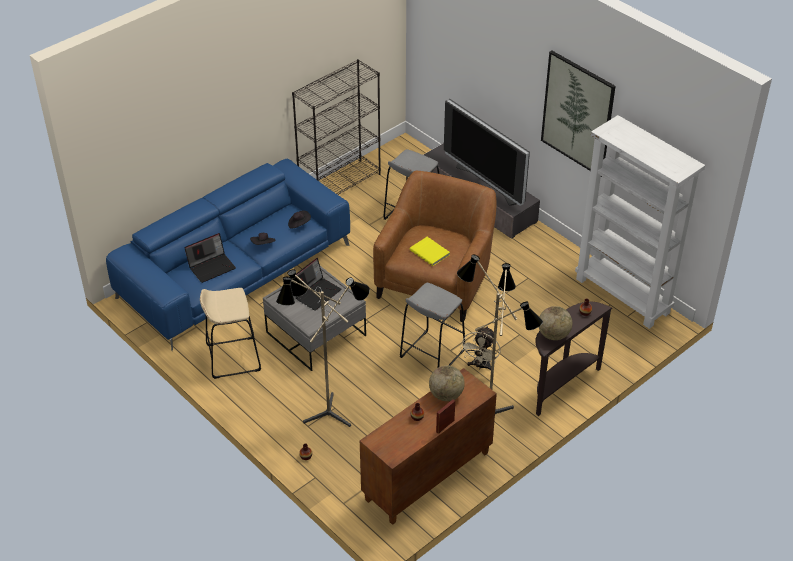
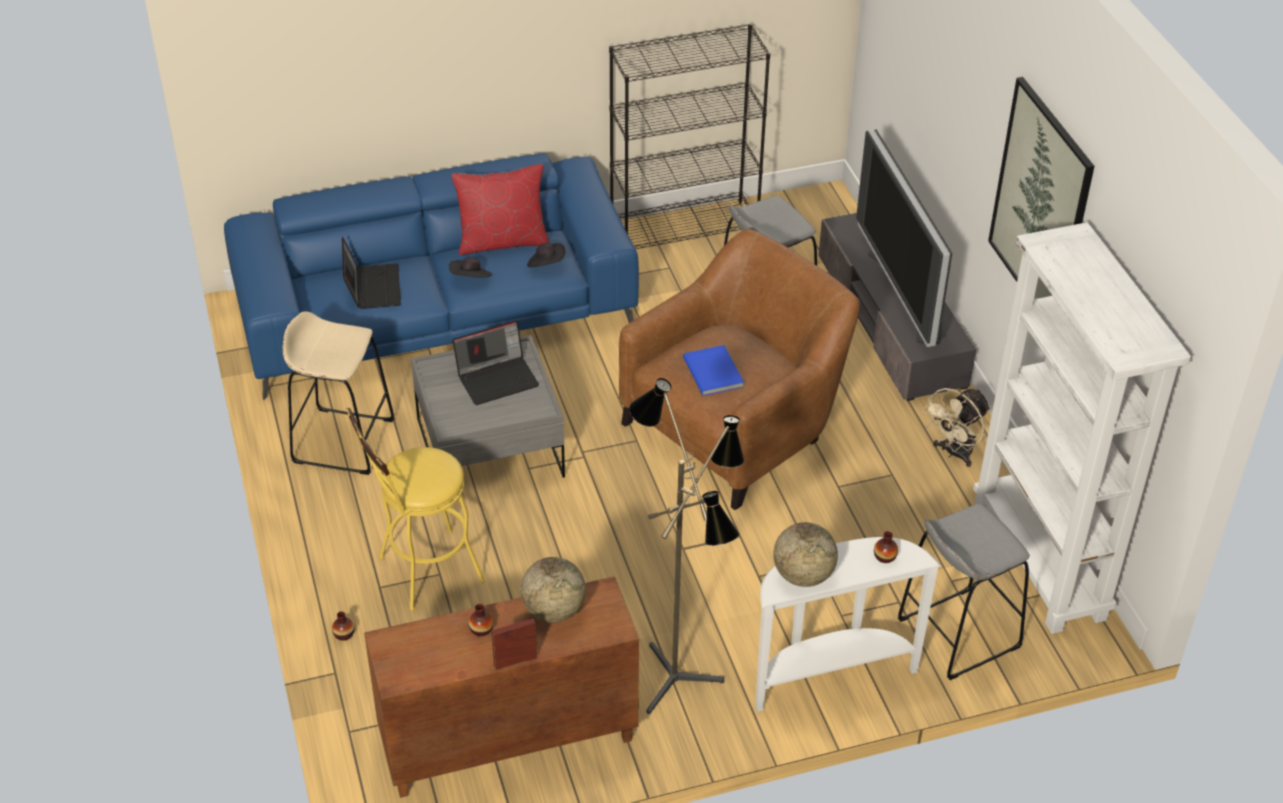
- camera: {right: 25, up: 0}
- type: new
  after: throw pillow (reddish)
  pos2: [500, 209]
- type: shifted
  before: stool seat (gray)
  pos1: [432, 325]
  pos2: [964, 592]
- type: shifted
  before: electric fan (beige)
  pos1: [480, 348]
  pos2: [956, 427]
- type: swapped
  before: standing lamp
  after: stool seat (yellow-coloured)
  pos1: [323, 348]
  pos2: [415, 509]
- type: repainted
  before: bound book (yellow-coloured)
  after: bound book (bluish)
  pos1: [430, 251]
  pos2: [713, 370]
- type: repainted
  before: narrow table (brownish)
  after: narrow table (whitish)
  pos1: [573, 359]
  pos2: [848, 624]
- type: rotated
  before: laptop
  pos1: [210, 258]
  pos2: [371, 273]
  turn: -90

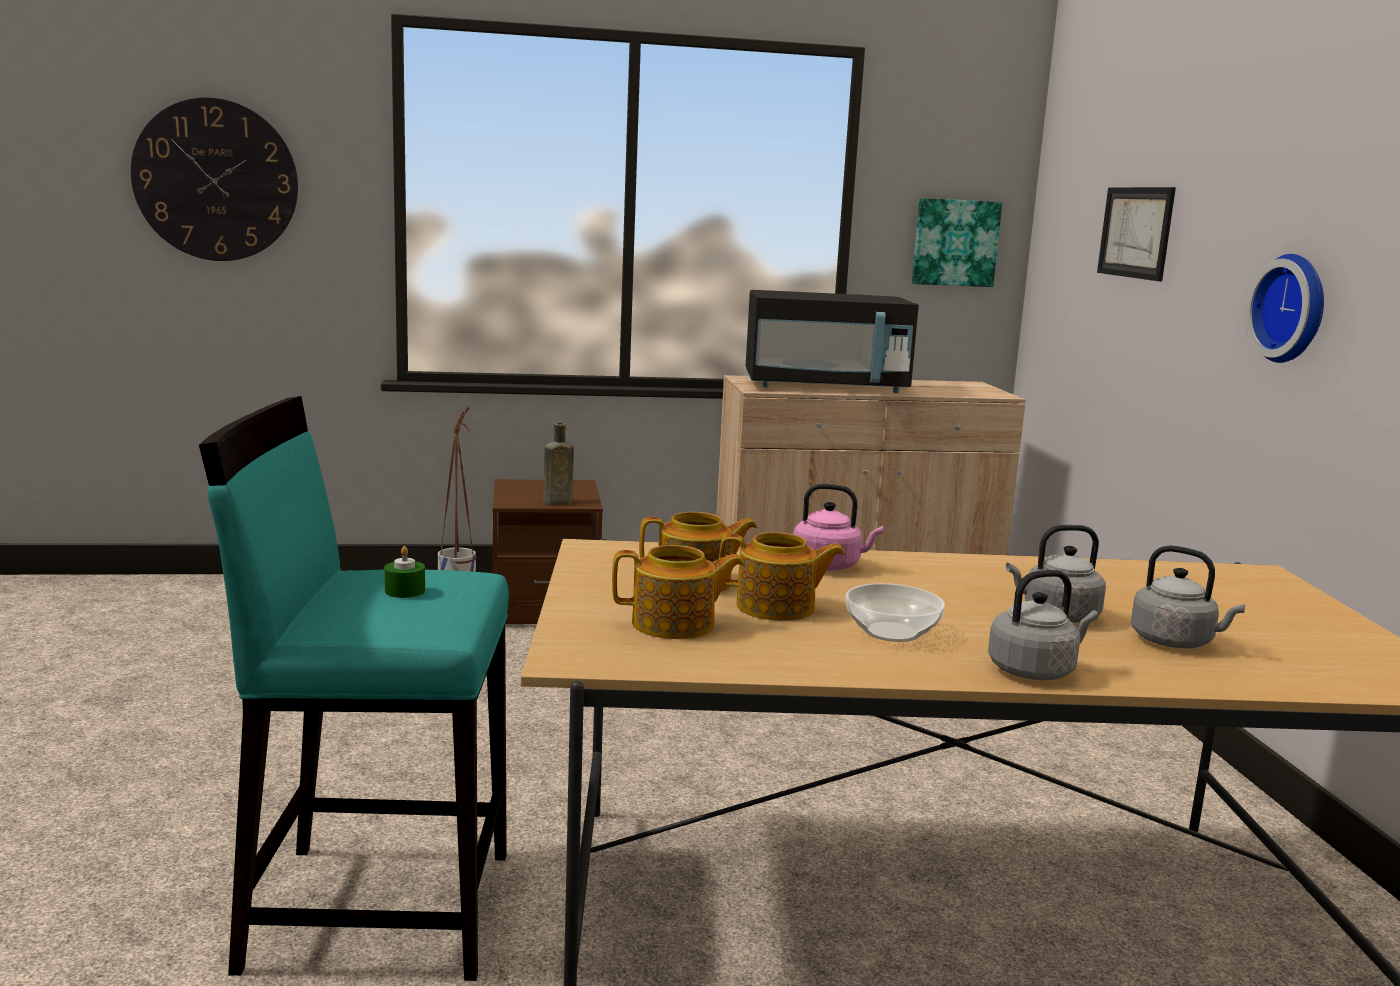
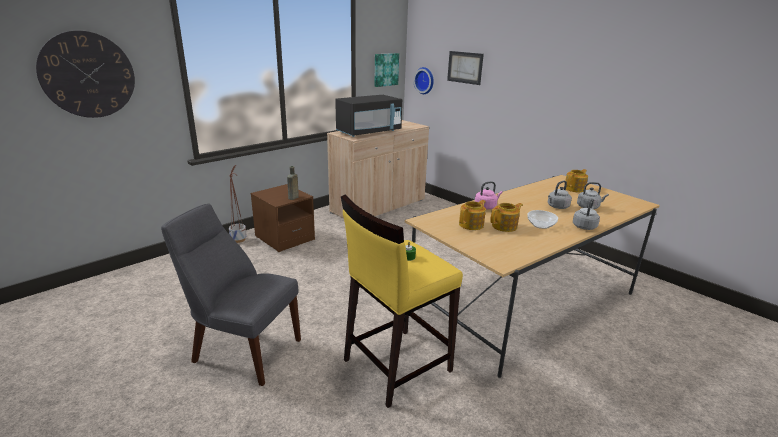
- camera: {right: -35, up: 10}
- type: new
  after: plain chair (gray)
  pos2: [231, 295]
- type: shifted
  before: pot for tea
  pos1: [678, 592]
  pos2: [576, 180]
- type: shifted
  before: hanging clock
  pos1: [1284, 308]
  pos2: [423, 80]
- type: repainted
  before: stool seat (blue-green)
  after: stool seat (yellow-coloured)
  pos1: [354, 688]
  pos2: [402, 301]

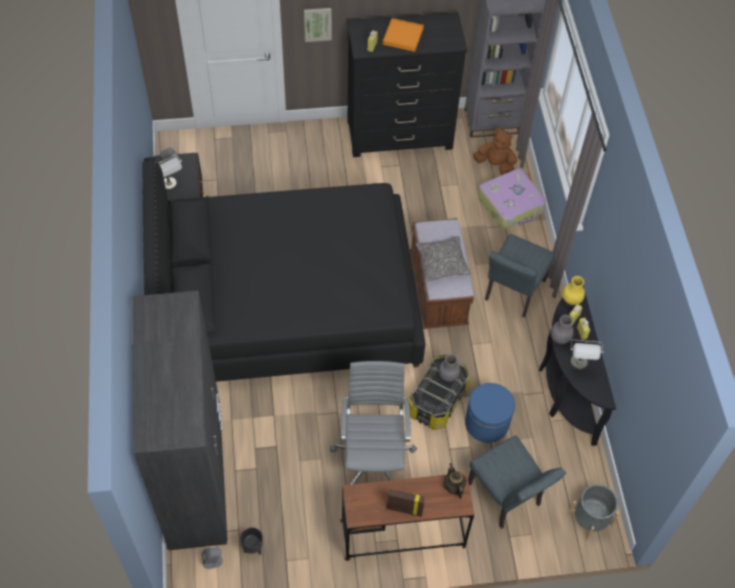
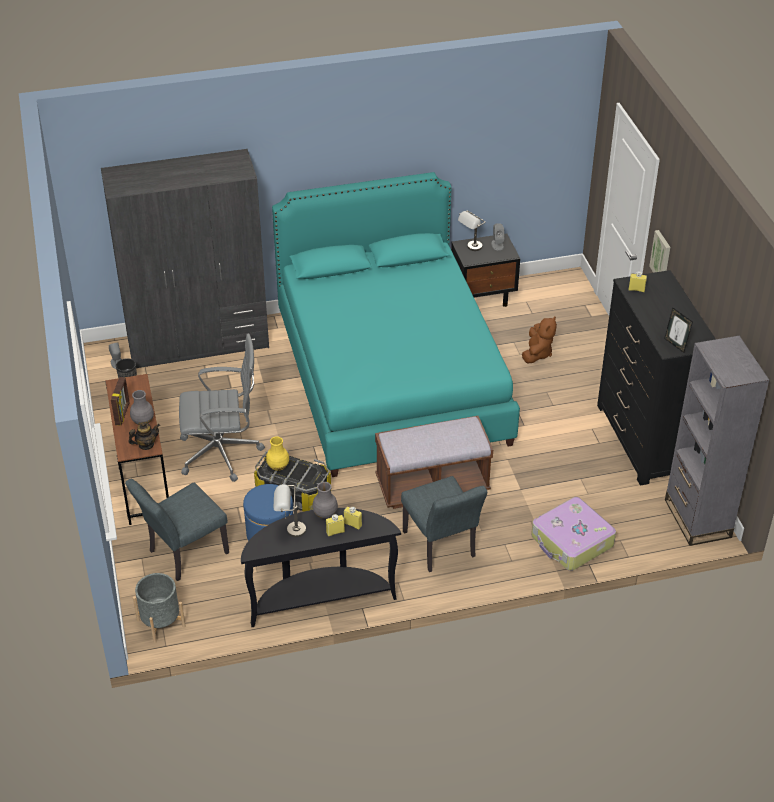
- camera: {right: 85, up: -15}
- type: gone
  before: tray (orange)
  pos1: [403, 35]
- type: gone
  before: throw pillow
  pos1: [443, 258]
- type: new
  after: photo frame
  pos2: [678, 330]
- type: shifted
  before: decorative vase (gray)
  pos1: [449, 368]
  pos2: [142, 407]
- type: shifted
  before: soft toy (brownish)
  pos1: [495, 151]
  pos2: [539, 339]
- type: shifted
  before: decorative vase (yellow-coloured)
  pos1: [573, 290]
  pos2: [277, 453]
- type: repainted
  before: bedroom bed (blackish)
  after: bedroom bed (blue-green)
  pos1: [284, 269]
  pos2: [396, 324]
- type: rotated
  before: plain chair (gray)
  pos1: [520, 276]
  pos2: [444, 524]
  turn: -135

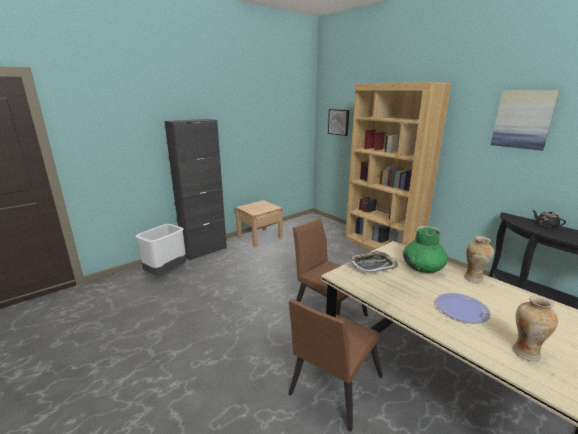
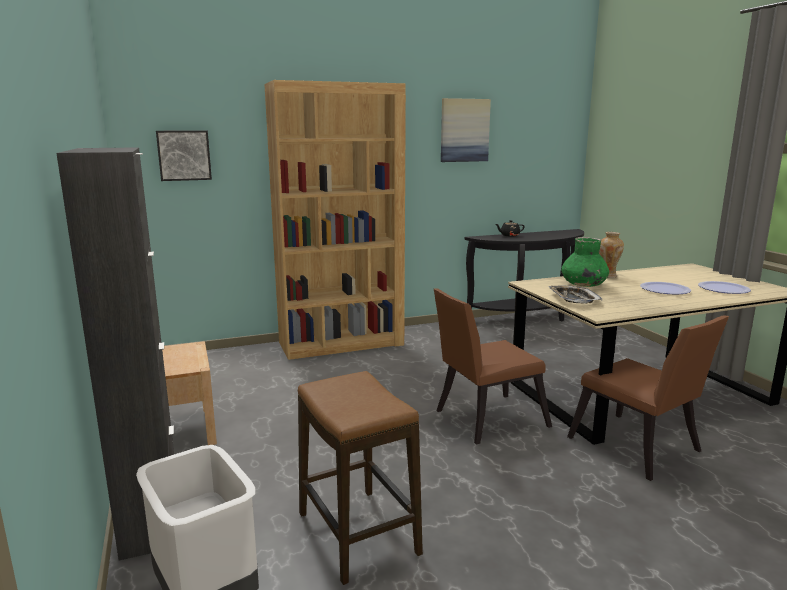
- camera: {right: -70, up: -5}
- type: new
  after: stool seat
  pos2: [360, 478]
- type: swapped
  before: decorative vase
  after: flat dish
  pos1: [535, 328]
  pos2: [724, 287]

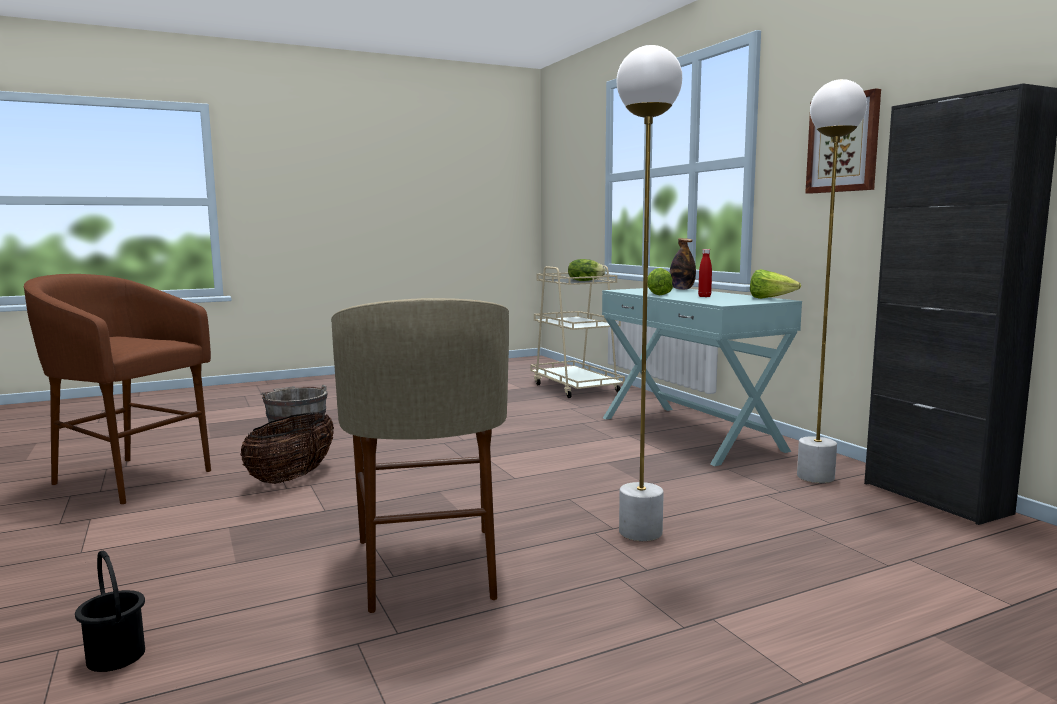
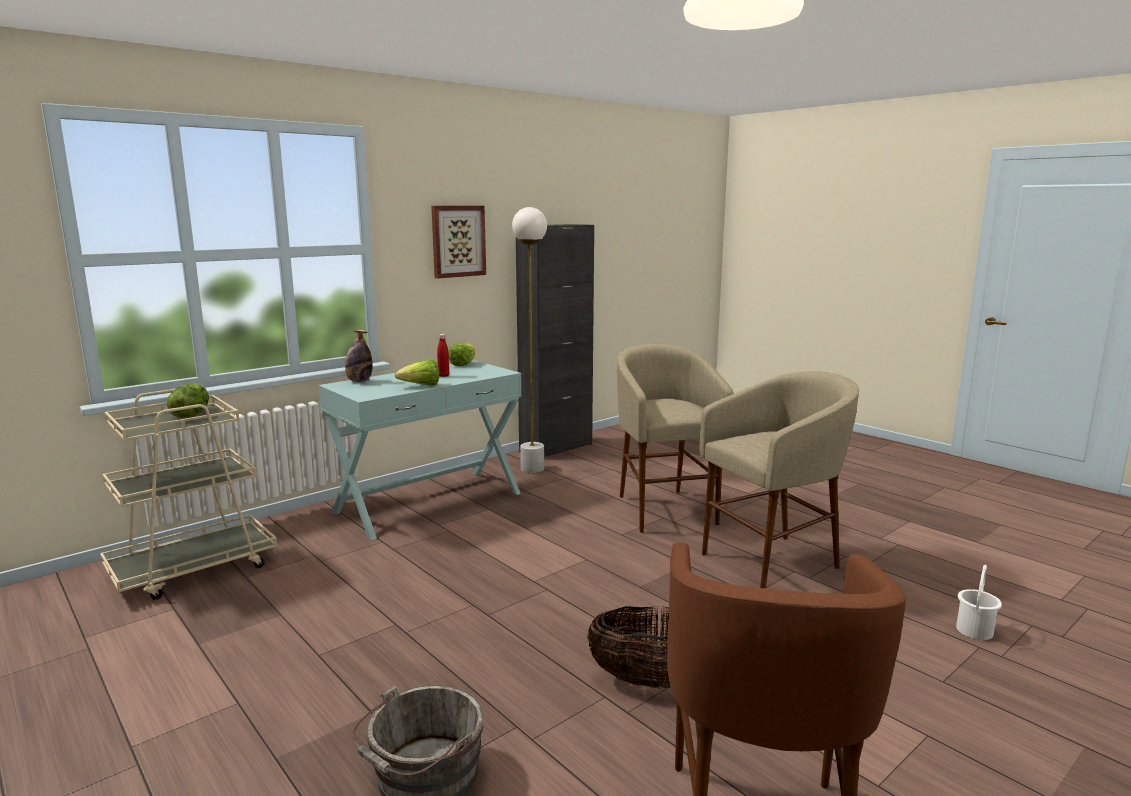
- camera: {right: -105, up: 5}
- type: swapped
  before: standing lamp (whitish)
  after: stool seat (beige)
  pos1: [649, 293]
  pos2: [675, 438]
- type: repainted
  before: water bucket (blackish)
  after: water bucket (whitish)
  pos1: [110, 611]
  pos2: [979, 602]

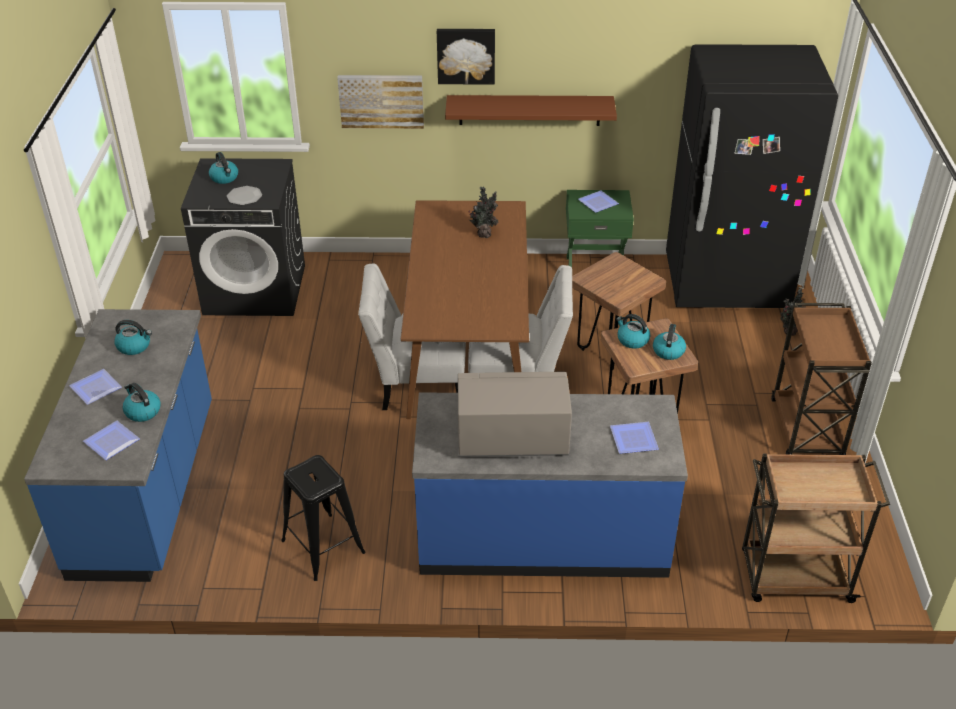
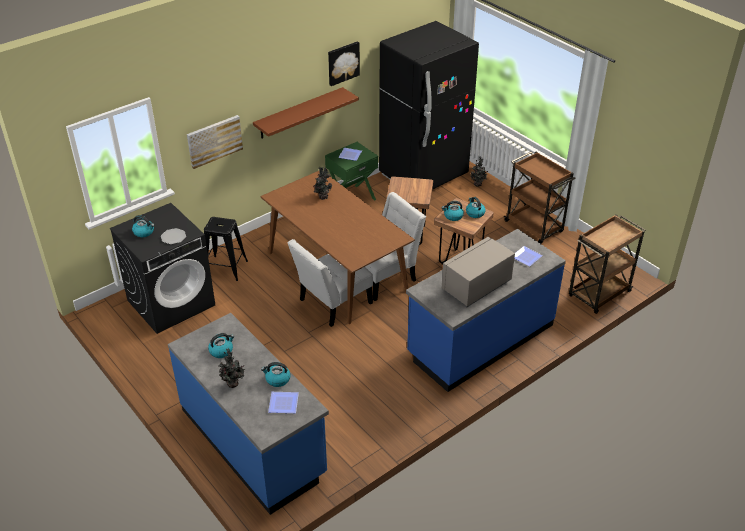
- camera: {right: -40, up: 0}
- type: shifted
  before: stool seat (blackish)
  pos1: [323, 518]
  pos2: [226, 249]
- type: shifted
  before: wall picture
  pos1: [466, 57]
  pos2: [344, 63]
- type: swapped
  before: flat dish
  after: potted plant
  pos1: [95, 387]
  pos2: [231, 368]

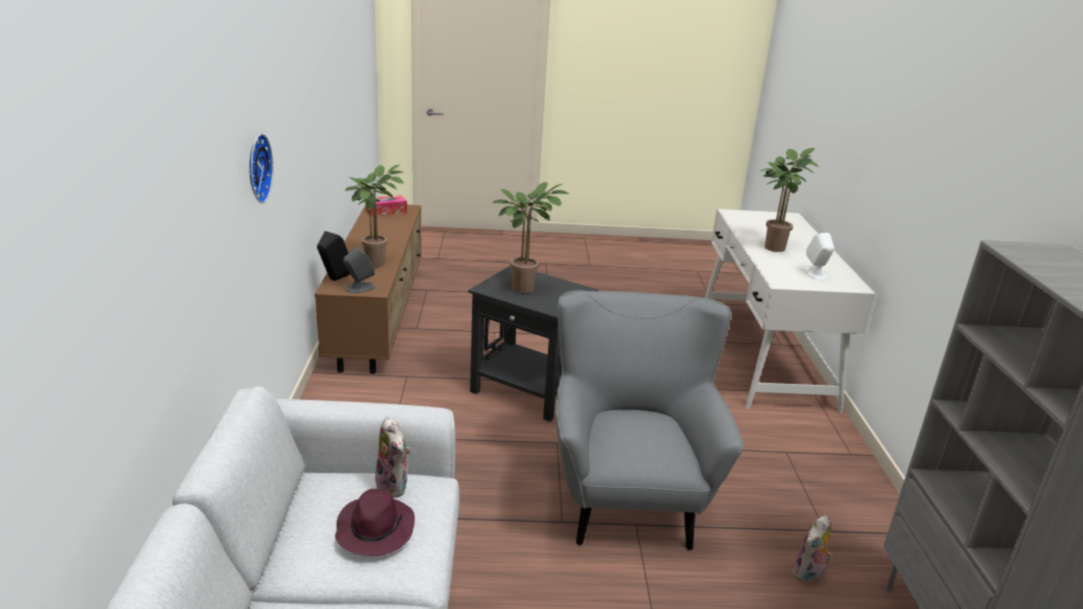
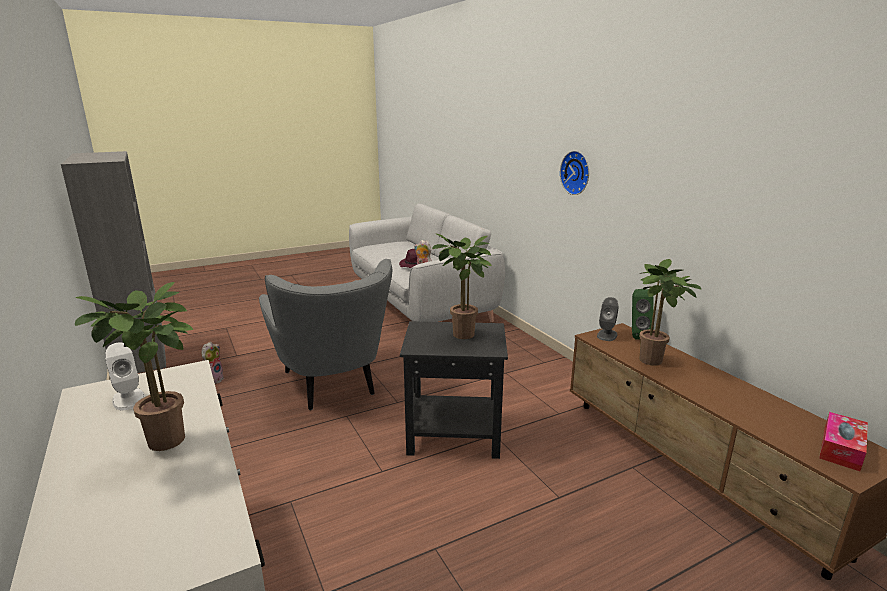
- camera: {right: 155, up: -5}
- type: repainted
  before: speaker (blackish)
  after: speaker (green)
  pos1: [333, 256]
  pos2: [643, 314]

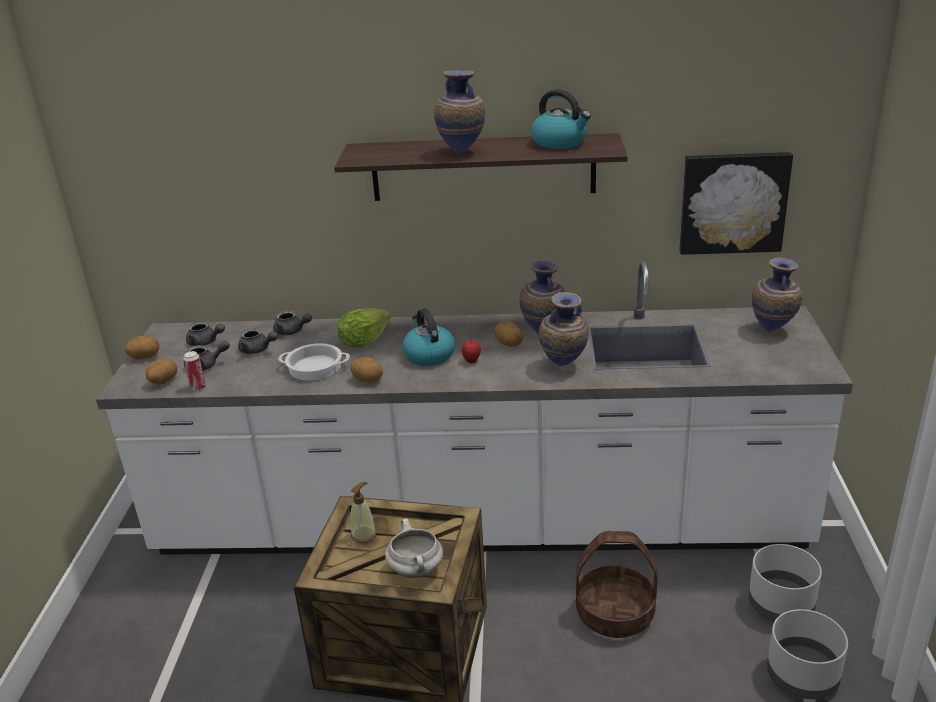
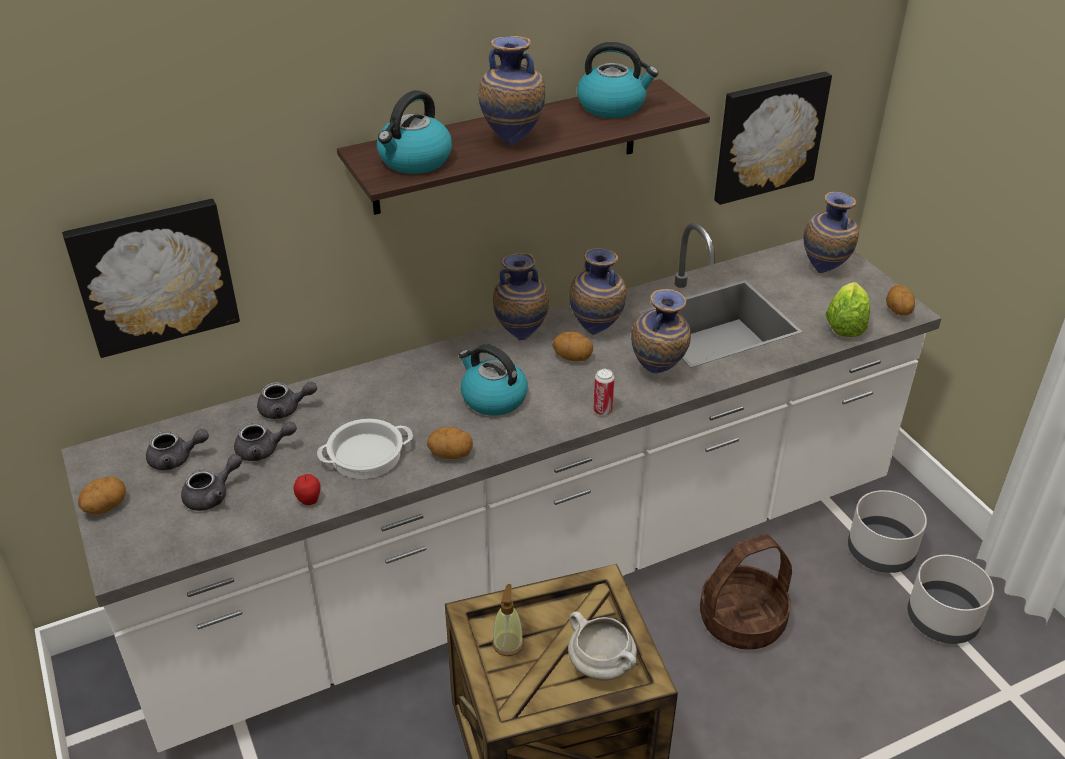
- camera: {right: -30, up: 10}
- type: new
  after: wall picture
  pos2: [151, 278]
- type: new
  after: tea kettle
  pos2: [414, 132]
- type: new
  after: decorative vase
  pos2: [521, 296]
- type: shifted
  before: spud
  pos1: [161, 371]
  pos2: [900, 300]
- type: shifted
  before: metal can
  pos1: [194, 371]
  pos2: [604, 392]
- type: shifted
  before: lettuce
  pos1: [364, 328]
  pos2: [848, 309]
- type: shifted
  before: apple fruit
  pos1: [471, 351]
  pos2: [307, 489]

